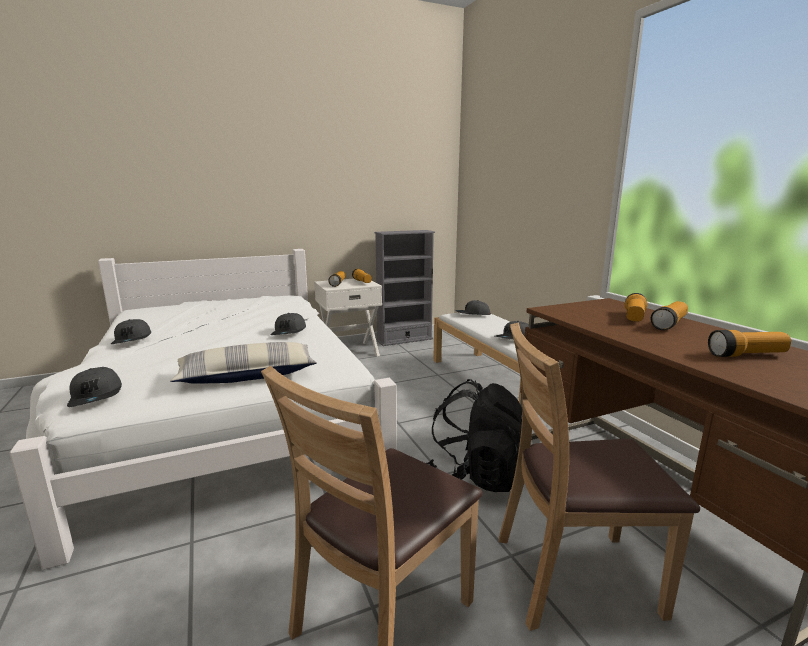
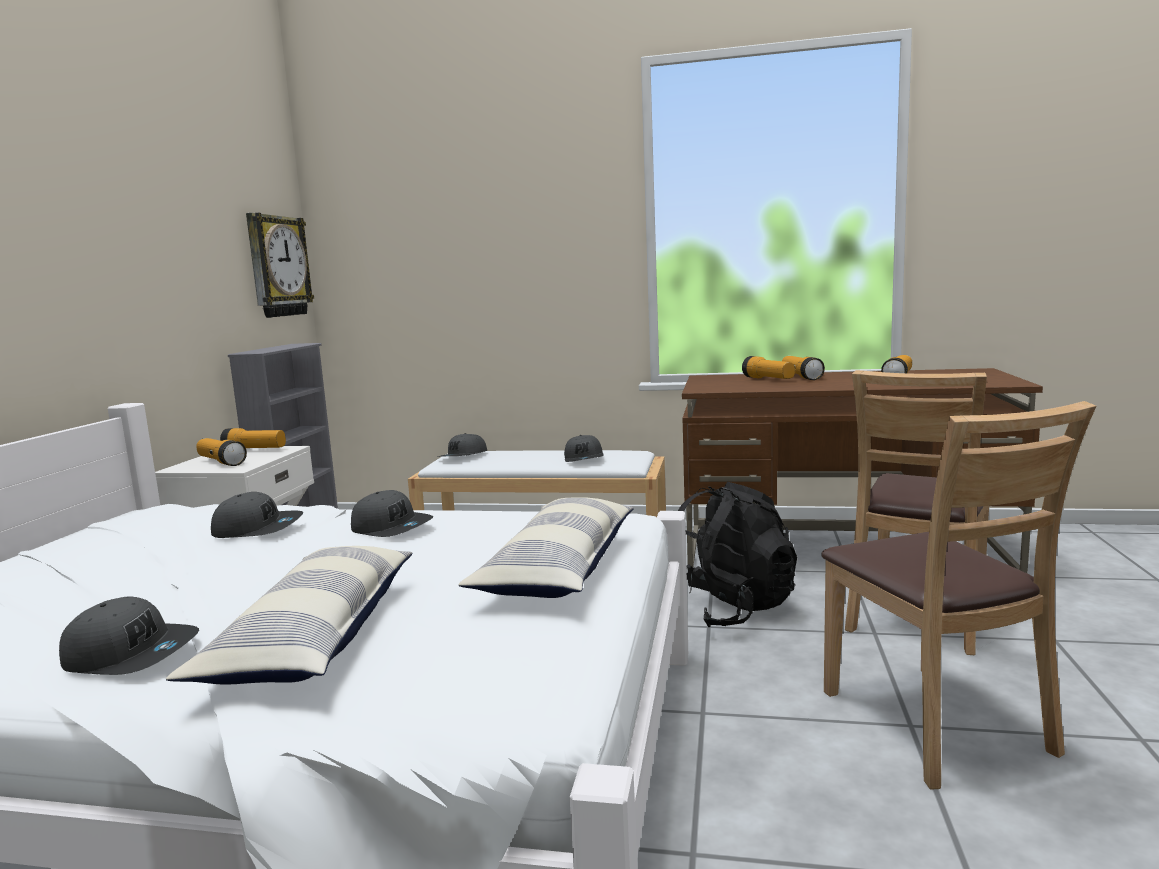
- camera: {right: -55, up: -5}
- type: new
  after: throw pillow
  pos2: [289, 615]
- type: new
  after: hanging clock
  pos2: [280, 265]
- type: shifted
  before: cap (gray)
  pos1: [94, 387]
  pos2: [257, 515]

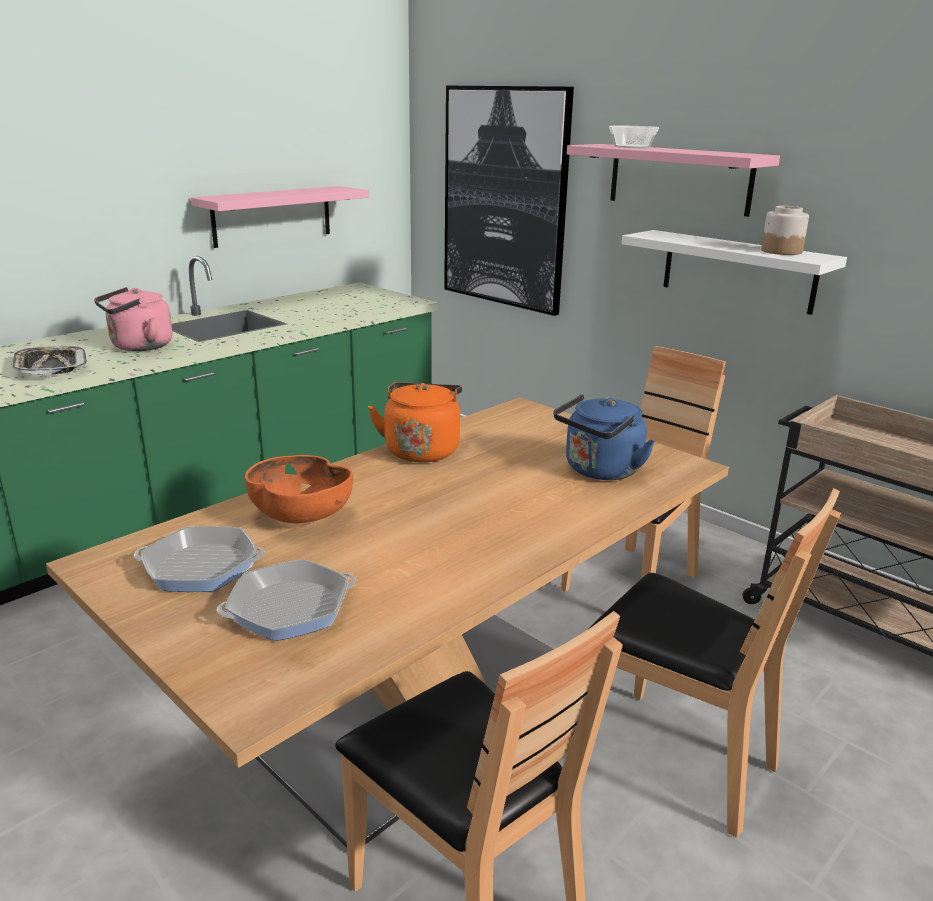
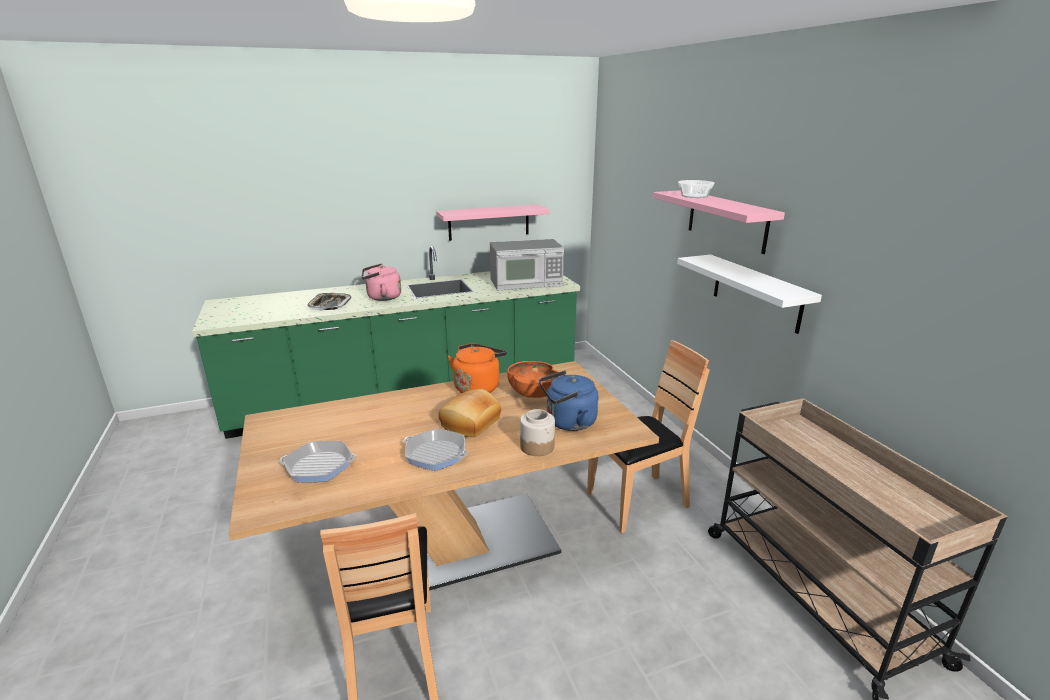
- camera: {right: 25, up: 0}
- type: gone
  before: wall picture
  pos1: [509, 201]
- type: gone
  before: plain chair (brownish)
  pos1: [715, 663]
- type: new
  after: bread
  pos2: [469, 413]
- type: new
  after: microwave oven
  pos2: [527, 264]
- type: shifted
  before: pan
  pos1: [199, 559]
  pos2: [436, 450]
- type: shifted
  before: bowl (orange)
  pos1: [299, 489]
  pos2: [533, 379]
- type: shifted
  before: storage jar
  pos1: [785, 230]
  pos2: [537, 432]

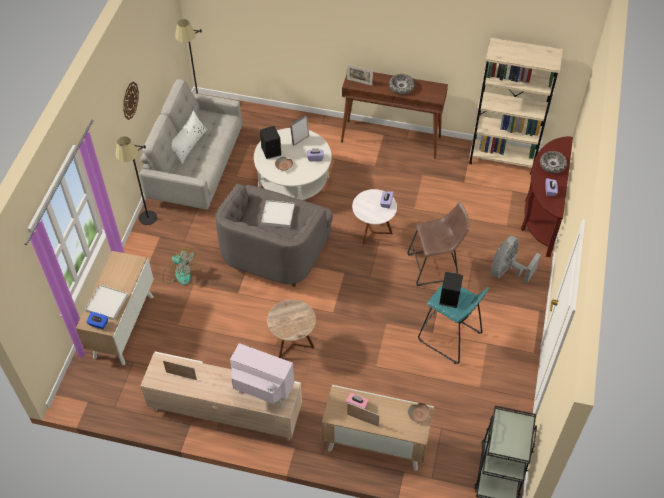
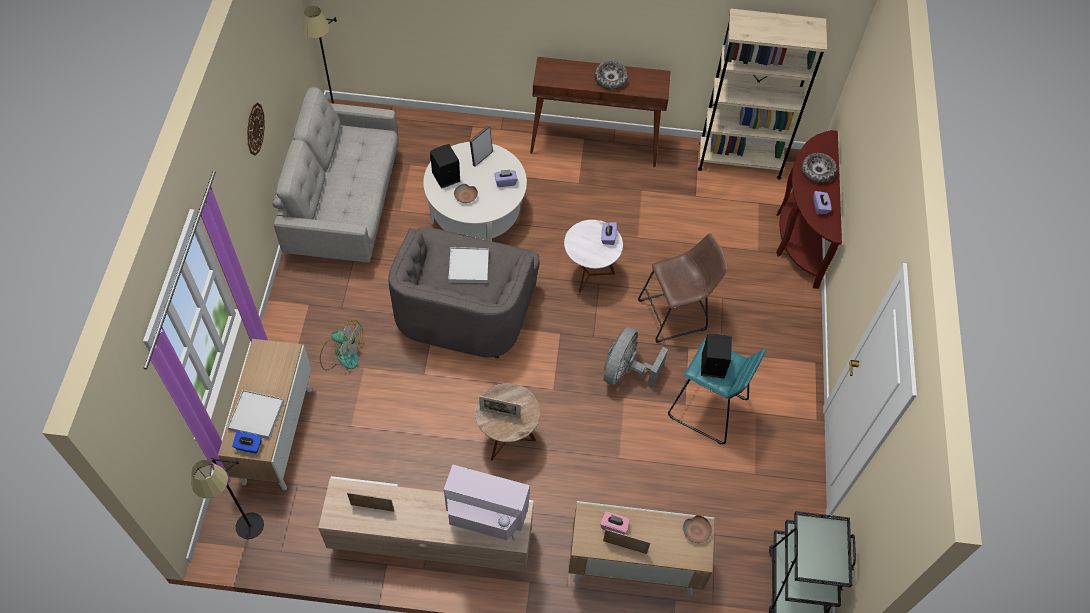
- camera: {right: -10, up: 5}
- type: gone
  before: throw pillow (whitish)
  pos1: [189, 137]
- type: shifted
  before: standing lamp (blackish)
  pos1: [136, 180]
  pos2: [227, 498]
- type: shifted
  before: photo frame
  pos1: [360, 75]
  pos2: [500, 407]
- type: shifted
  before: electric fan (gray)
  pos1: [516, 259]
  pos2: [635, 357]

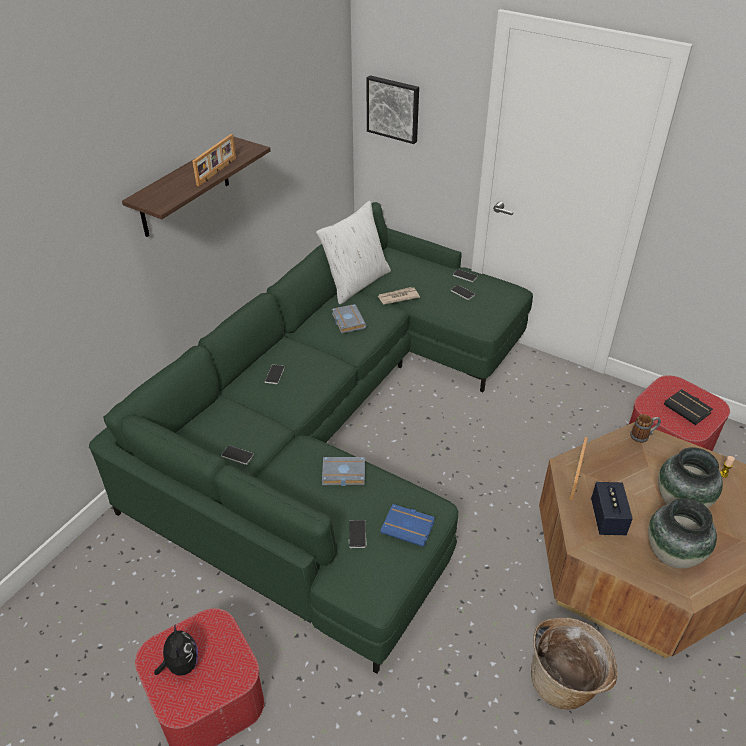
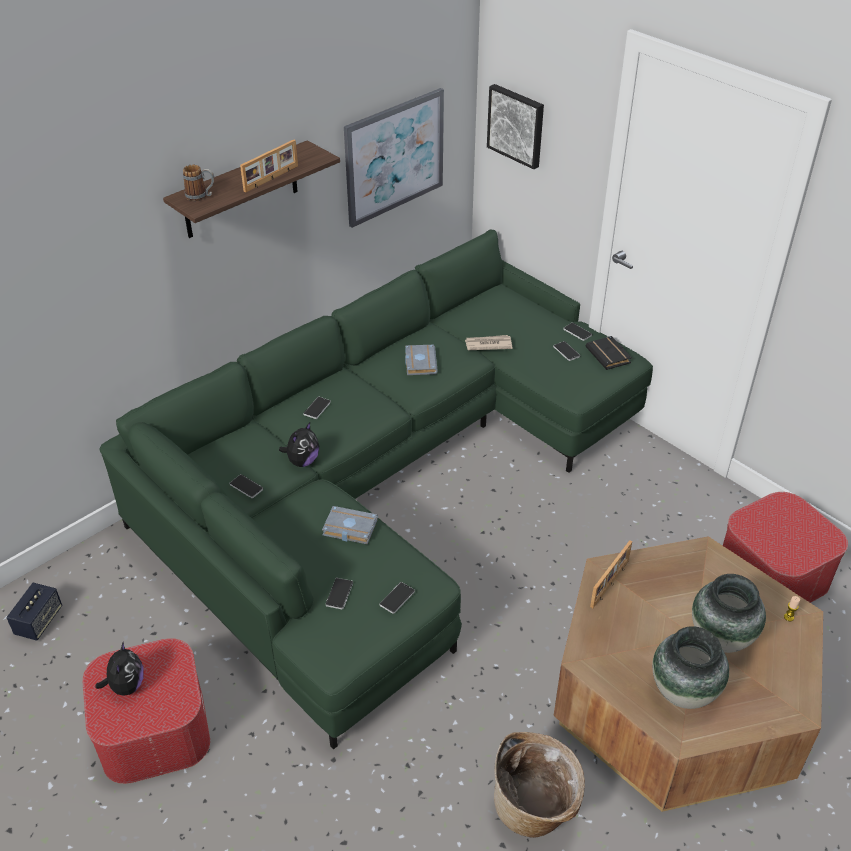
- camera: {right: 15, up: 0}
- type: gone
  before: throw pillow (whitish)
  pos1: [353, 252]
- type: new
  after: soft toy
  pos2: [299, 444]
- type: new
  after: wall picture
  pos2: [394, 158]
- type: shifted
  before: speaker
  pos1: [612, 508]
  pos2: [34, 612]
- type: shifted
  before: tea mug
  pos1: [645, 428]
  pos2: [198, 183]
- type: shifted
  before: bound book (blackish)
  pos1: [688, 407]
  pos2: [609, 353]
- type: swapped
  before: bound book (bluish)
  after: handset
  pos1: [407, 525]
  pos2: [397, 598]

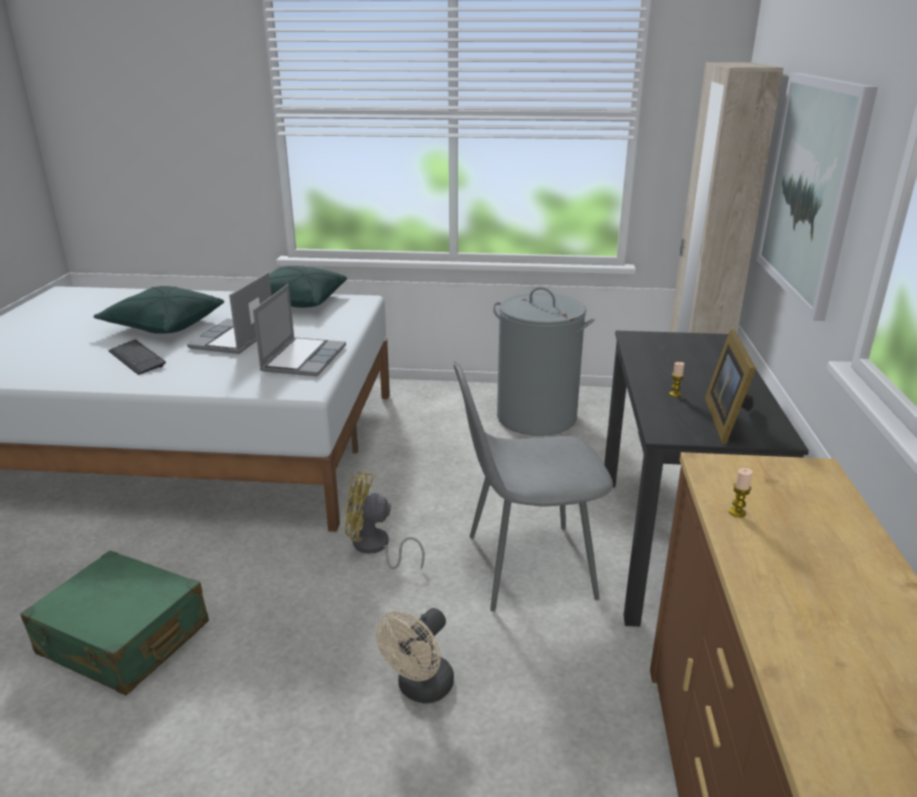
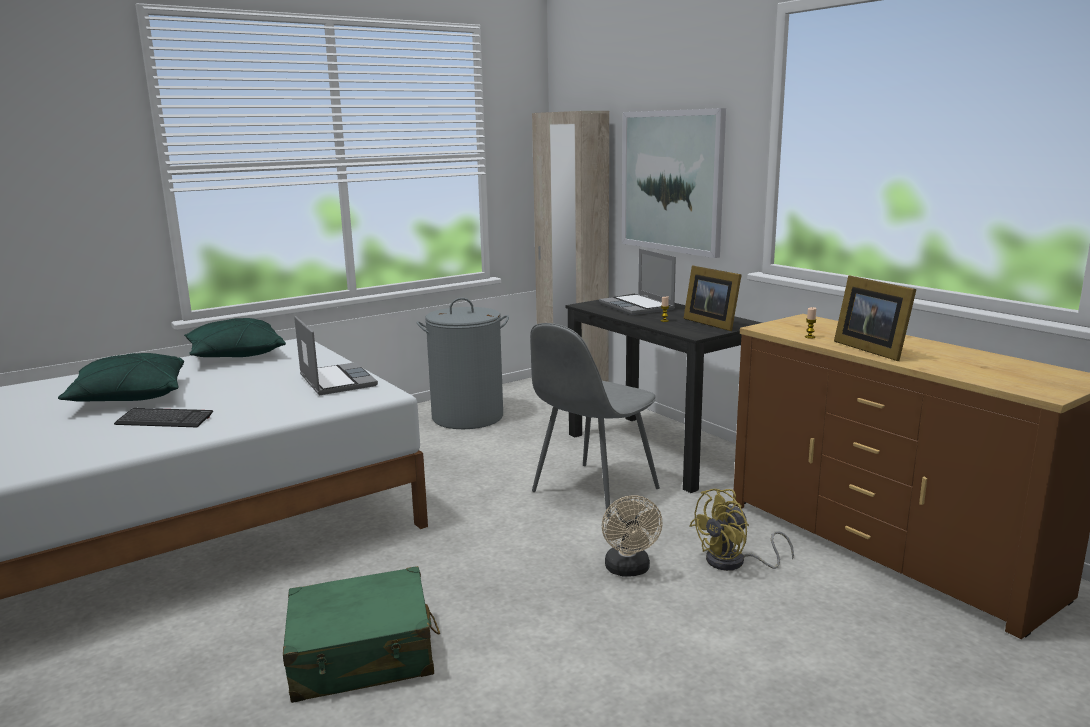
- camera: {right: -40, up: -10}
- type: new
  after: photo frame
  pos2: [875, 318]
- type: shifted
  before: laptop
  pos1: [229, 313]
  pos2: [637, 282]
- type: shifted
  before: electric fan (yellow-coloured)
  pos1: [385, 520]
  pos2: [741, 530]

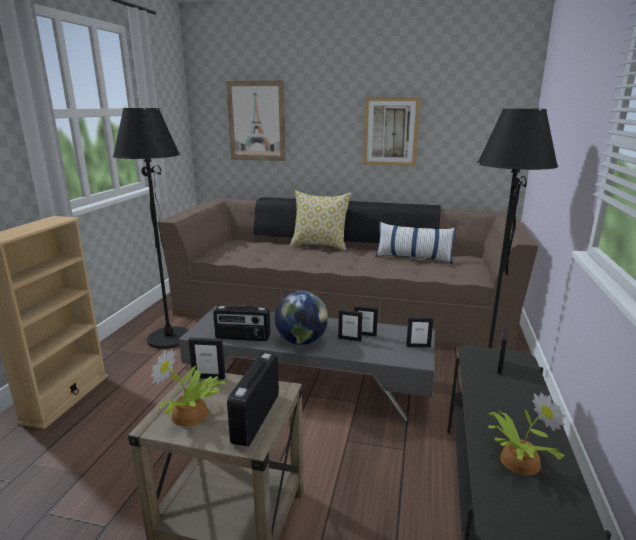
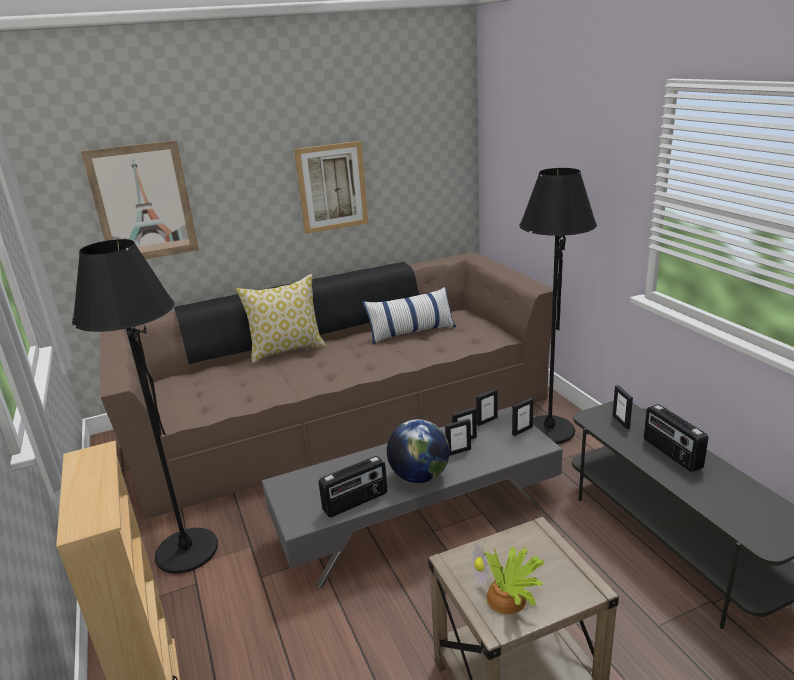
- camera: {right: -35, up: 5}
- type: gone
  before: potted plant
  pos1: [526, 434]
- type: shifted
  before: photo frame
  pos1: [206, 358]
  pos2: [487, 407]
- type: shifted
  before: radio set
  pos1: [253, 399]
  pos2: [676, 438]

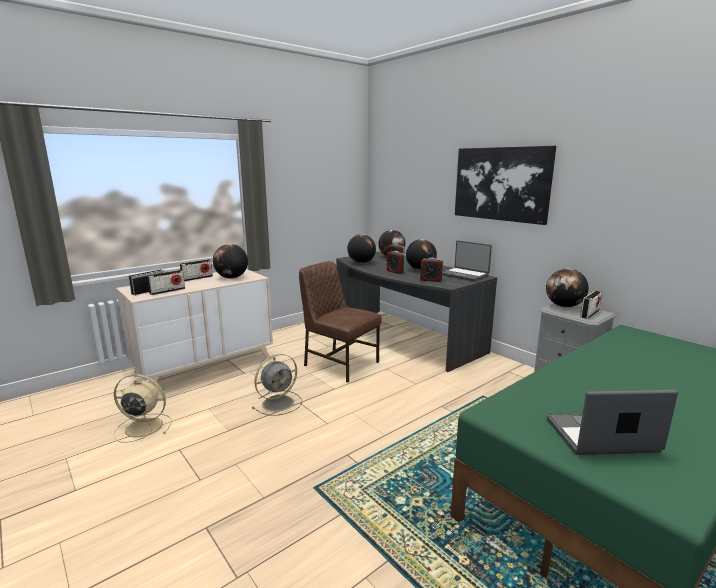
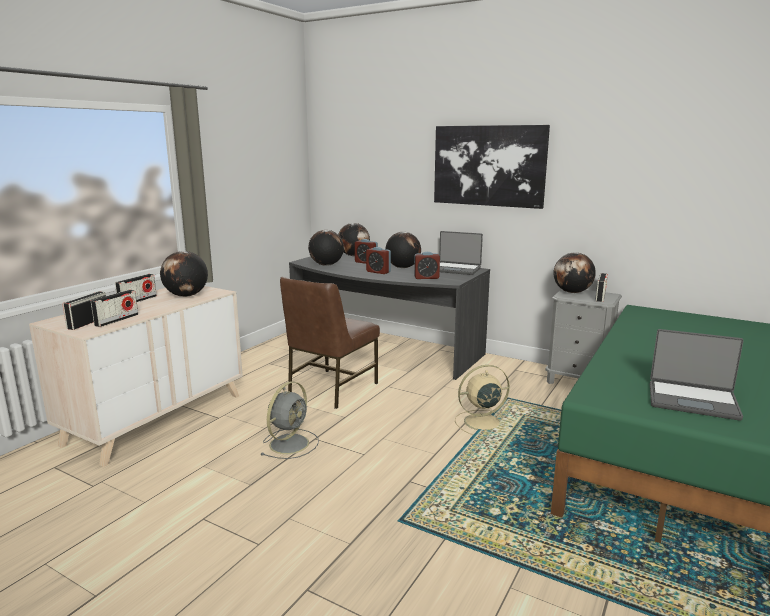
- camera: {right: -20, up: 0}
- type: shifted
  before: electric fan (beige)
  pos1: [143, 408]
  pos2: [484, 400]
- type: rotated
  before: plain chair (brownish)
  pos1: [340, 322]
  pos2: [330, 343]
  turn: -75
- type: rotated
  before: laptop
  pos1: [612, 422]
  pos2: [696, 375]
  turn: -135

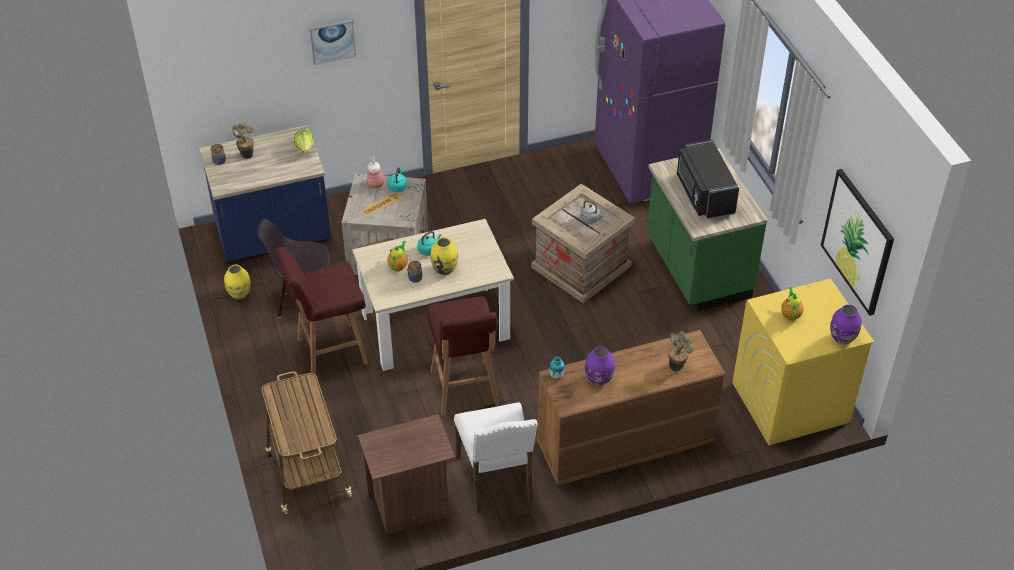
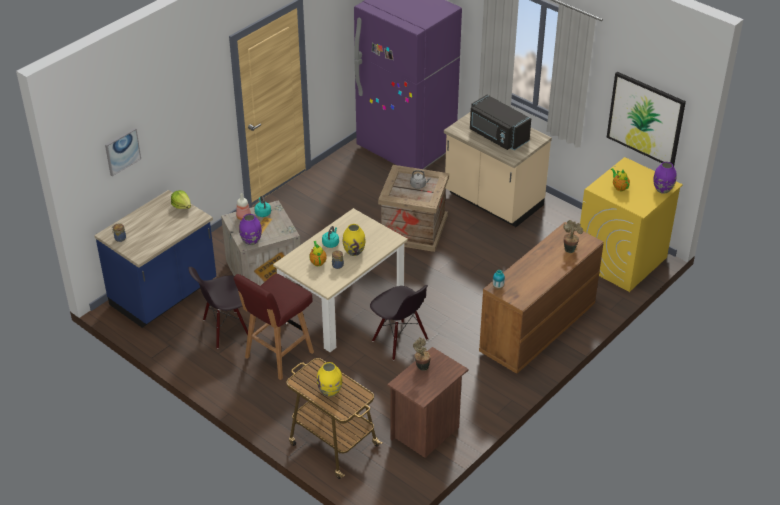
- camera: {right: -30, up: -5}
- type: gone
  before: plain chair (whitish)
  pos1: [496, 457]
- type: shifted
  before: decorative vase (yellow-coloured)
  pos1: [237, 282]
  pos2: [329, 379]
- type: shifted
  before: potted plant
  pos1: [243, 140]
  pos2: [422, 354]
- type: shifted
  before: wall picture
  pos1: [333, 42]
  pos2: [123, 152]
- type: shifted
  before: decorative vase (purple-coloured)
  pos1: [600, 366]
  pos2: [250, 229]
- type: swapped
  before: stool seat (reddish)
  after: plain chair (blackish)
  pos1: [463, 356]
  pos2: [399, 323]
- type: repainted
  before: counter (green)
  after: counter (beige)
  pos1: [707, 229]
  pos2: [498, 169]

